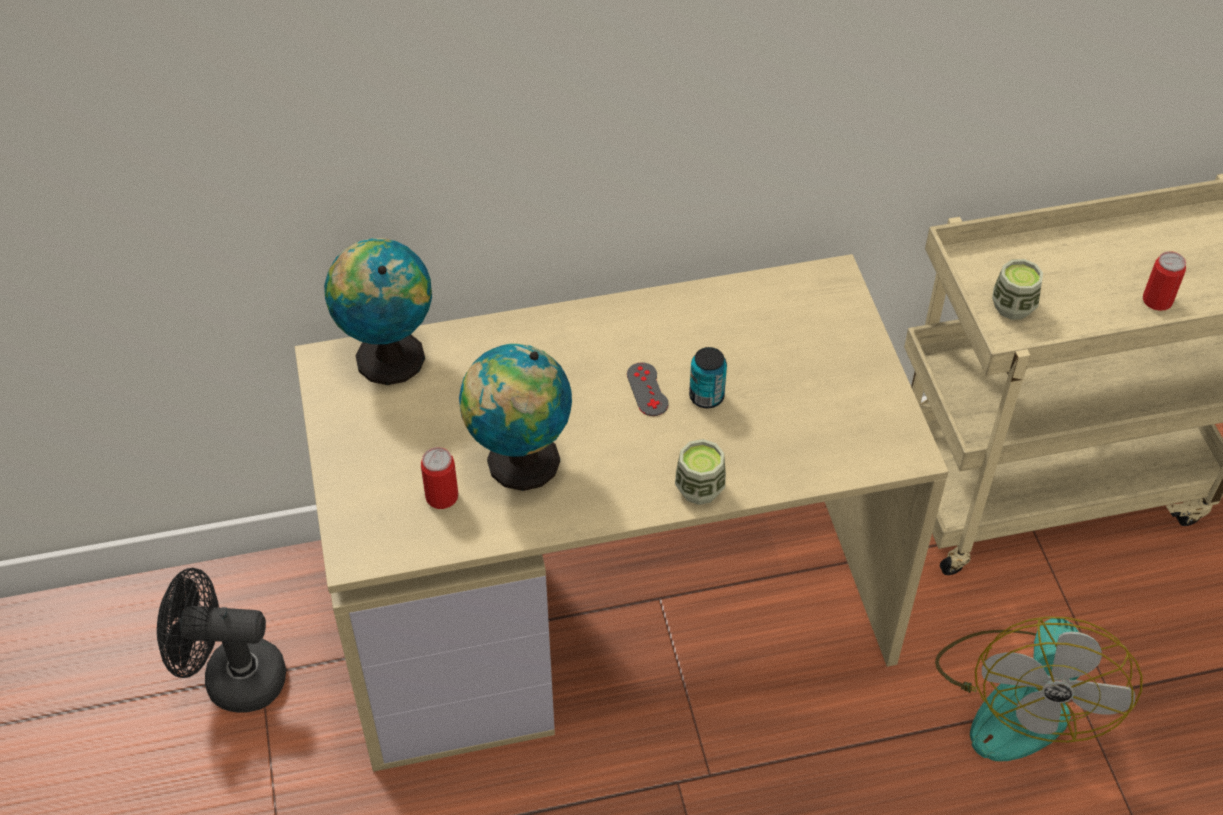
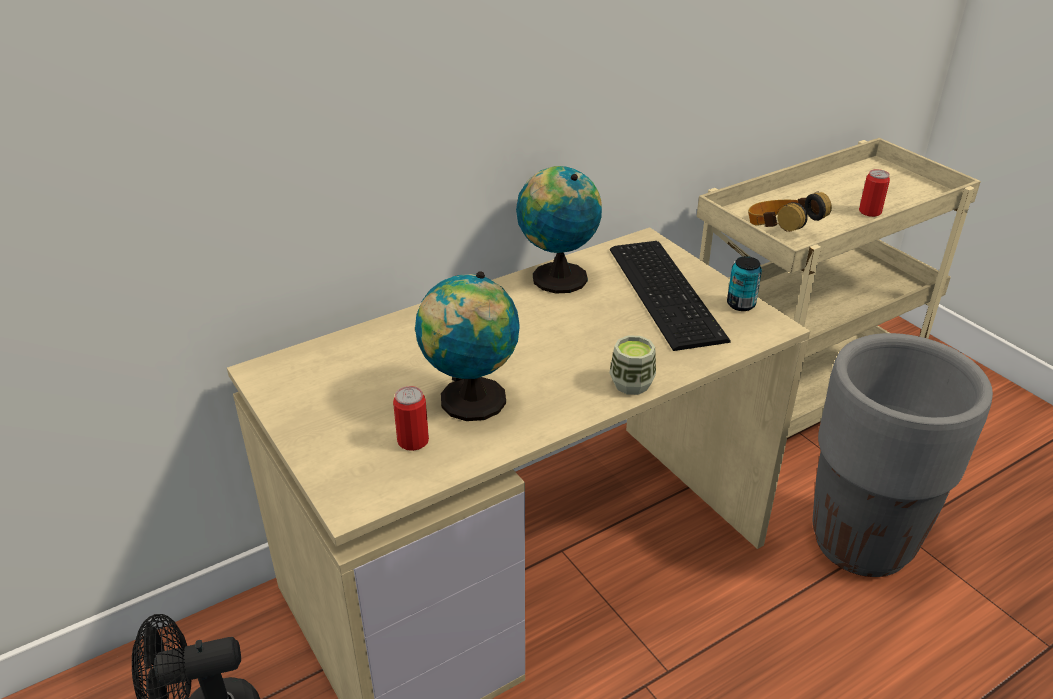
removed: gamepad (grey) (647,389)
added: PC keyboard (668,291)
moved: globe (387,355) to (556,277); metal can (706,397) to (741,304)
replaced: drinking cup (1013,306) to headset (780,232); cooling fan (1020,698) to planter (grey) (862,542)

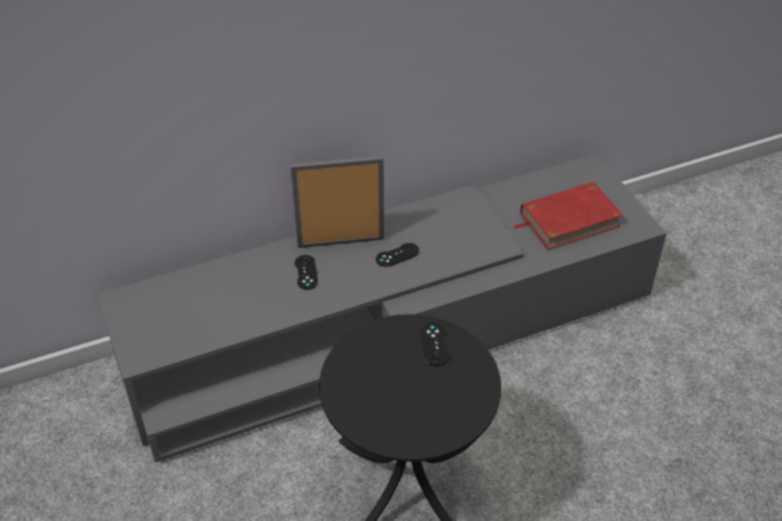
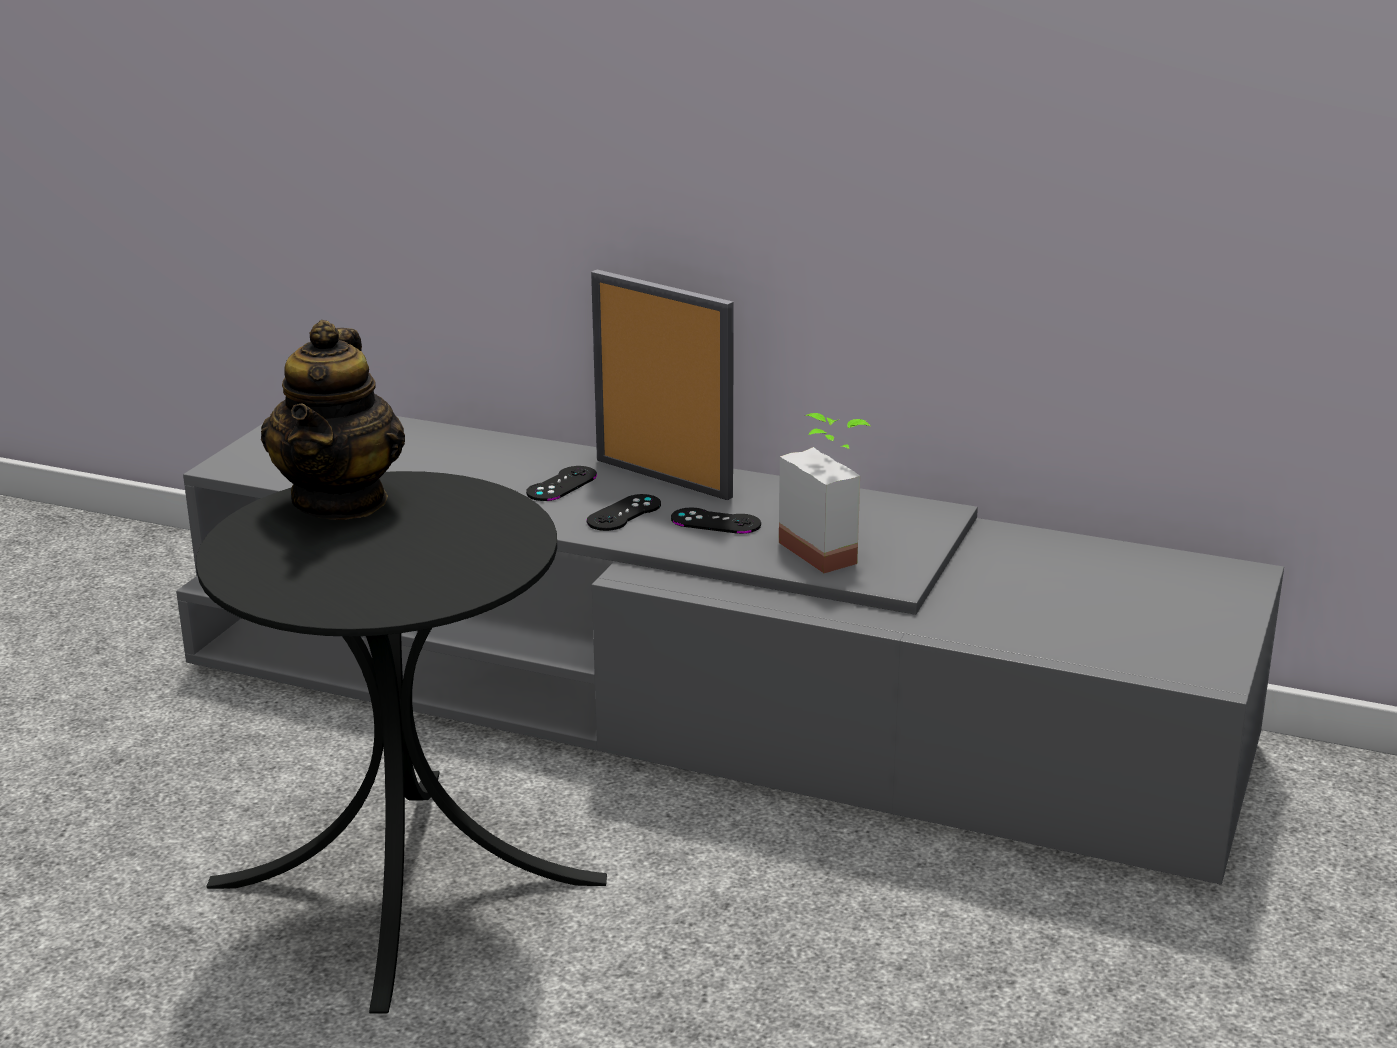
removed: bound book (red) (568,220)
added: teapot (341,500); houseplant (831,549)
moved: gamepad (black-coloured) (434,344) to (624,513)

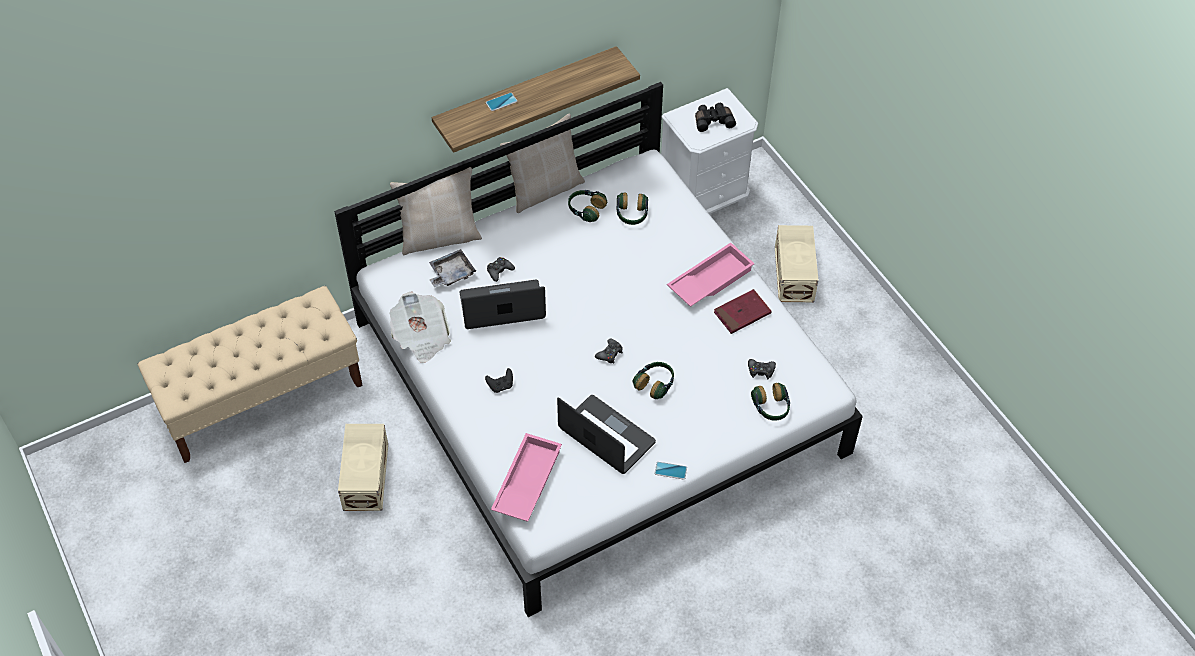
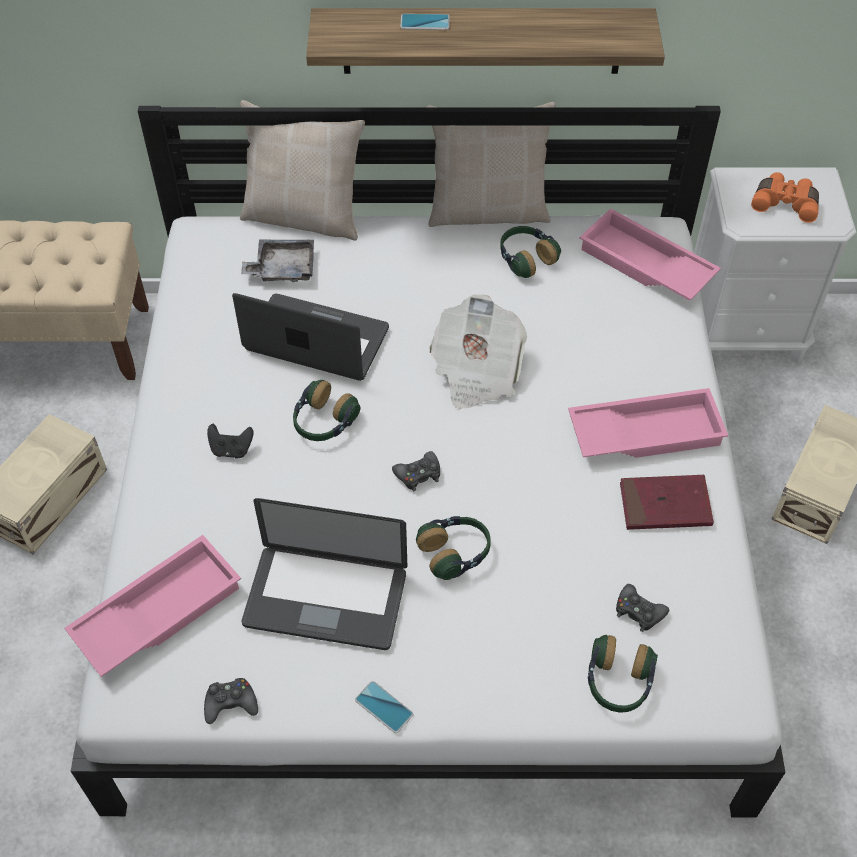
added: tray (pinkish) (644,265)
moved: gamepad (black-coloured) (499,271) to (231,703); headset (632,215) to (323,422); newspaper (421,337) to (476,371)
recoloured: field glasses (black-coloured) (713,121) to field glasses (orangey) (785,203)
turned: notebook computer (606,436) = (325,599) 120 degrees clockwise

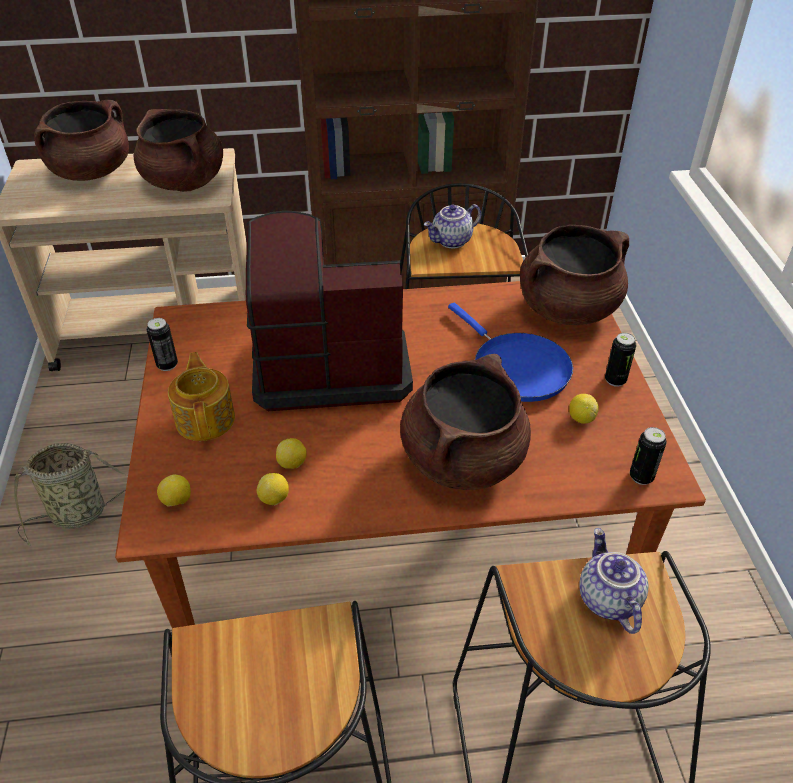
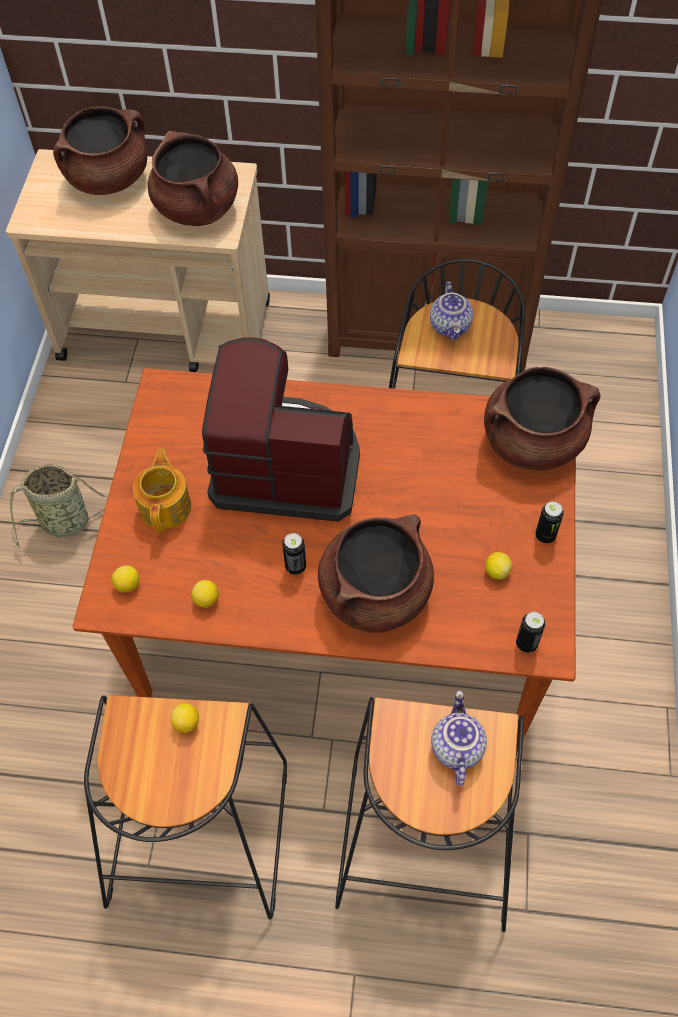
removed: pan (blue-coloured) (516,367)
moved: lemon (292,464) to (187,723); metal can (167,365) to (295,566)
turned: teapot (452,241) = (451,326) 75 degrees counterclockwise

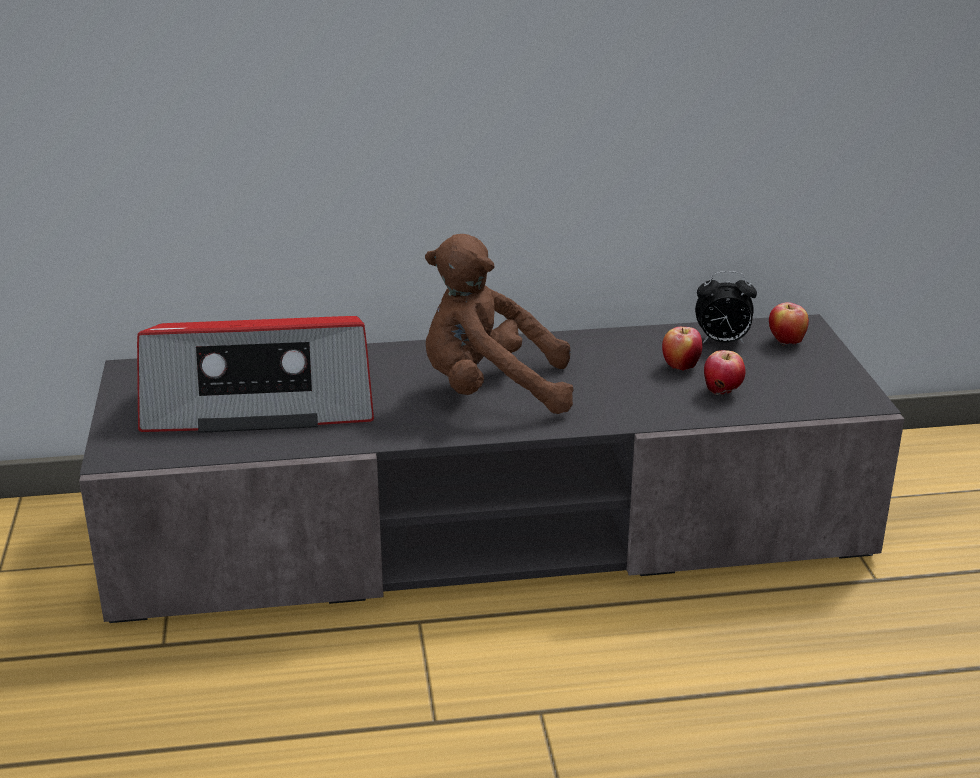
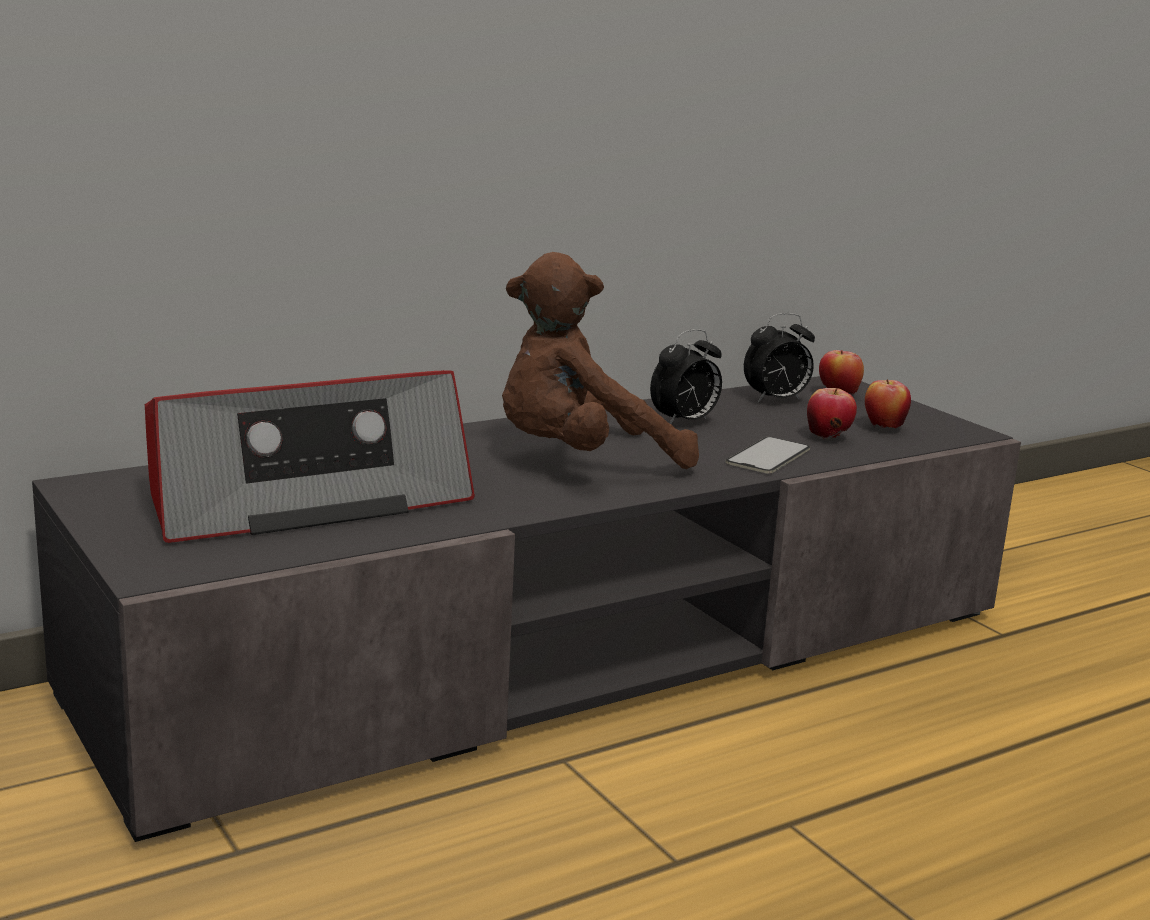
added: bedside clock (684,422); handset (768,456)
moved: whole apple (680,367) to (883,428)

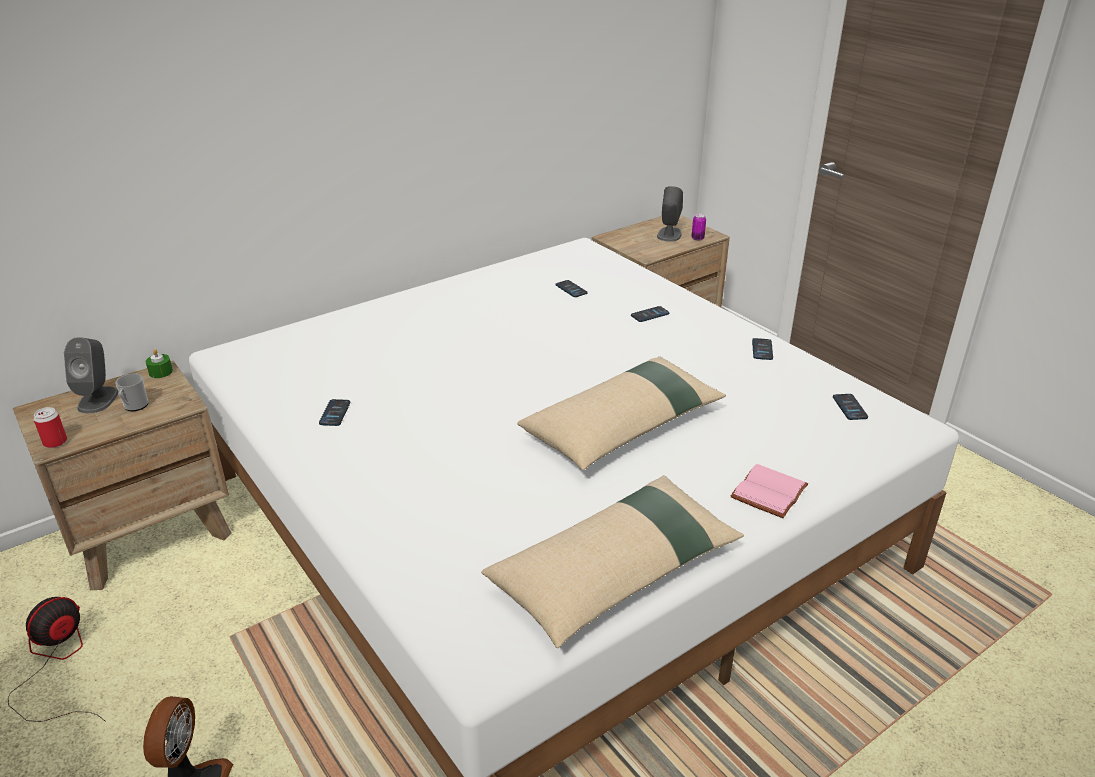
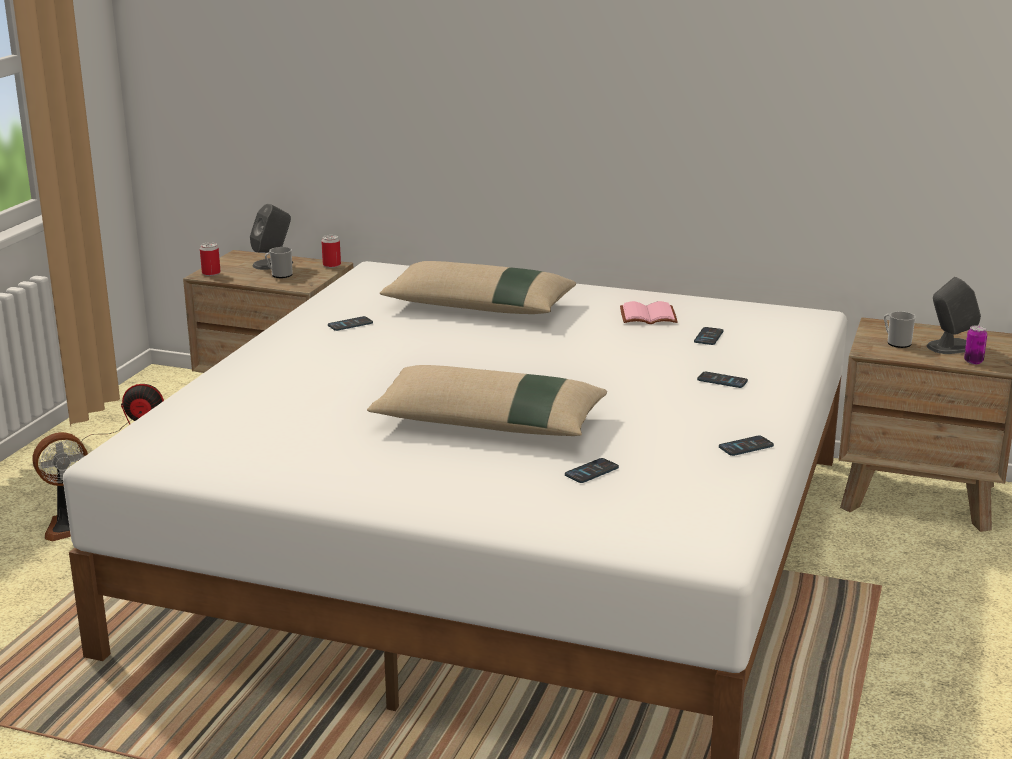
added: tea mug (896,343)
moved: pillow (beige-coloured) (615,572) to (478,307); handset (849,407) to (591,471); bound book (pinkish) (770,493) to (647,317)
replaced: wax candle (greenish) (160,372) to metal can (331,265)

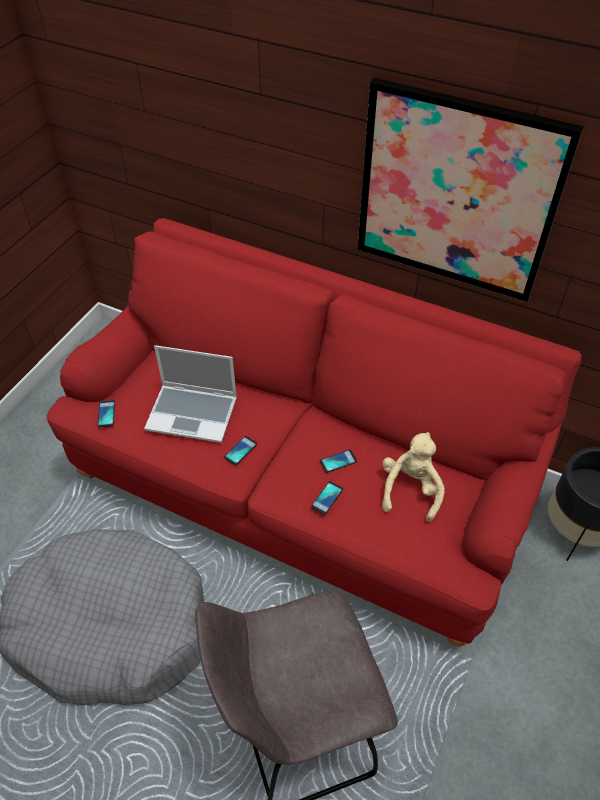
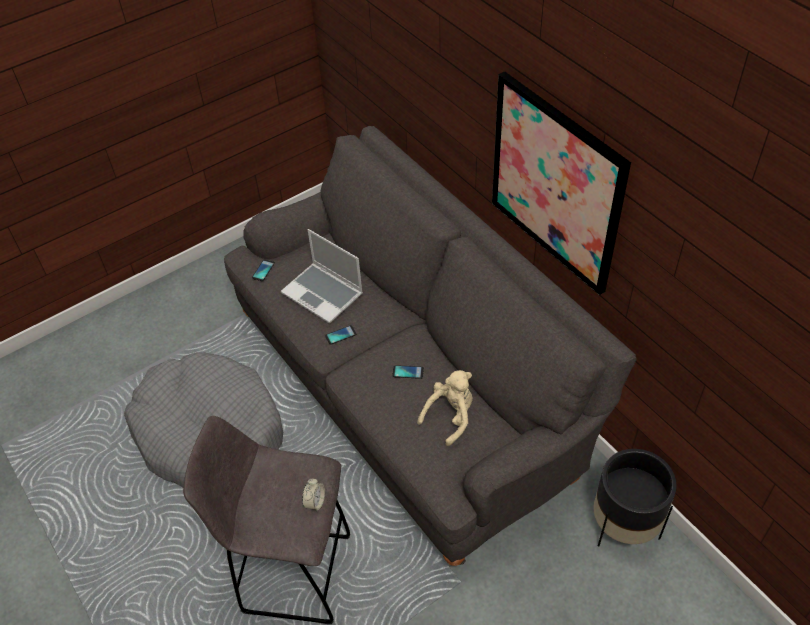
removed: handset (327,498)
added: bedside clock (315,502)
recoloured: settee (red) (300,485) to settee (grey) (410,390)

